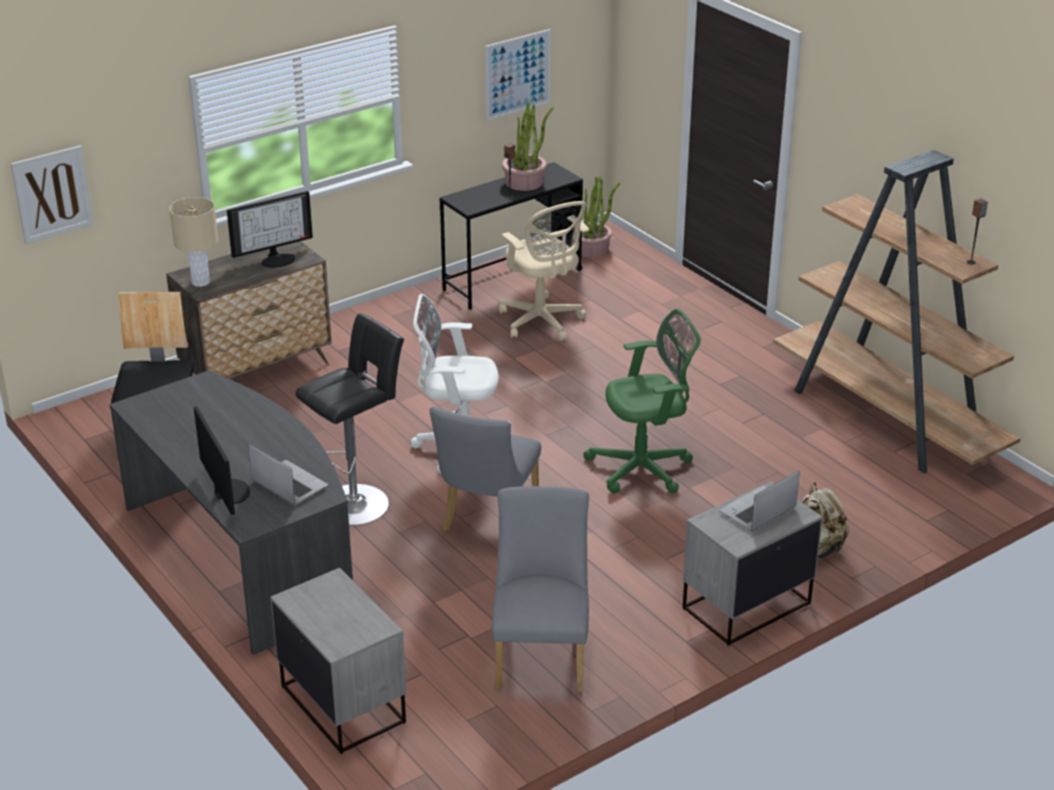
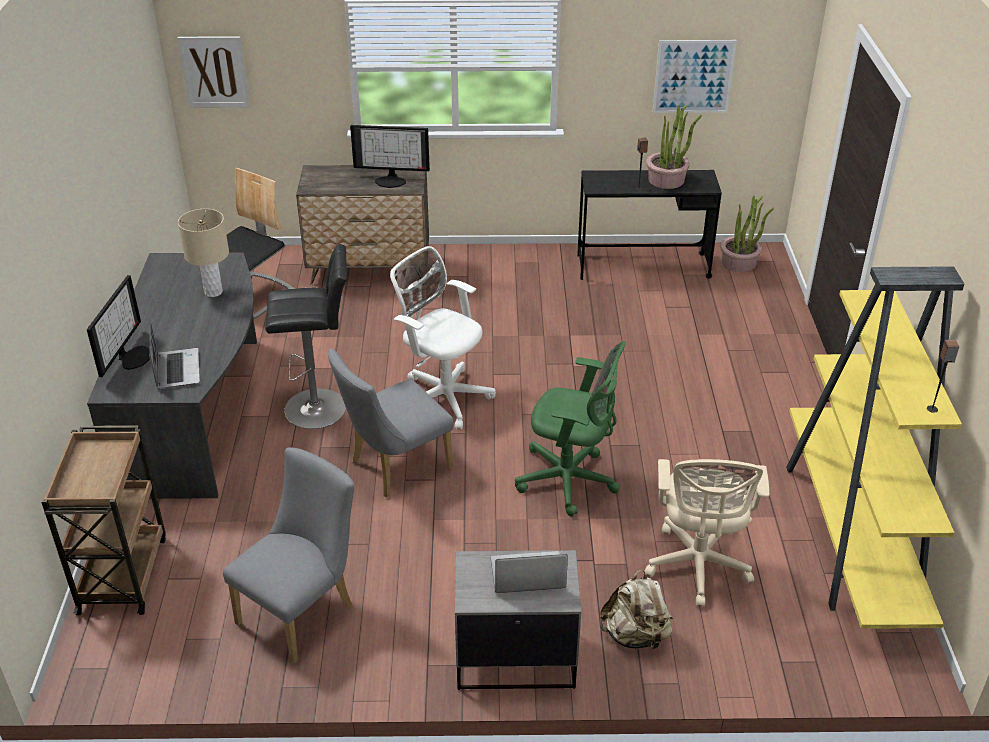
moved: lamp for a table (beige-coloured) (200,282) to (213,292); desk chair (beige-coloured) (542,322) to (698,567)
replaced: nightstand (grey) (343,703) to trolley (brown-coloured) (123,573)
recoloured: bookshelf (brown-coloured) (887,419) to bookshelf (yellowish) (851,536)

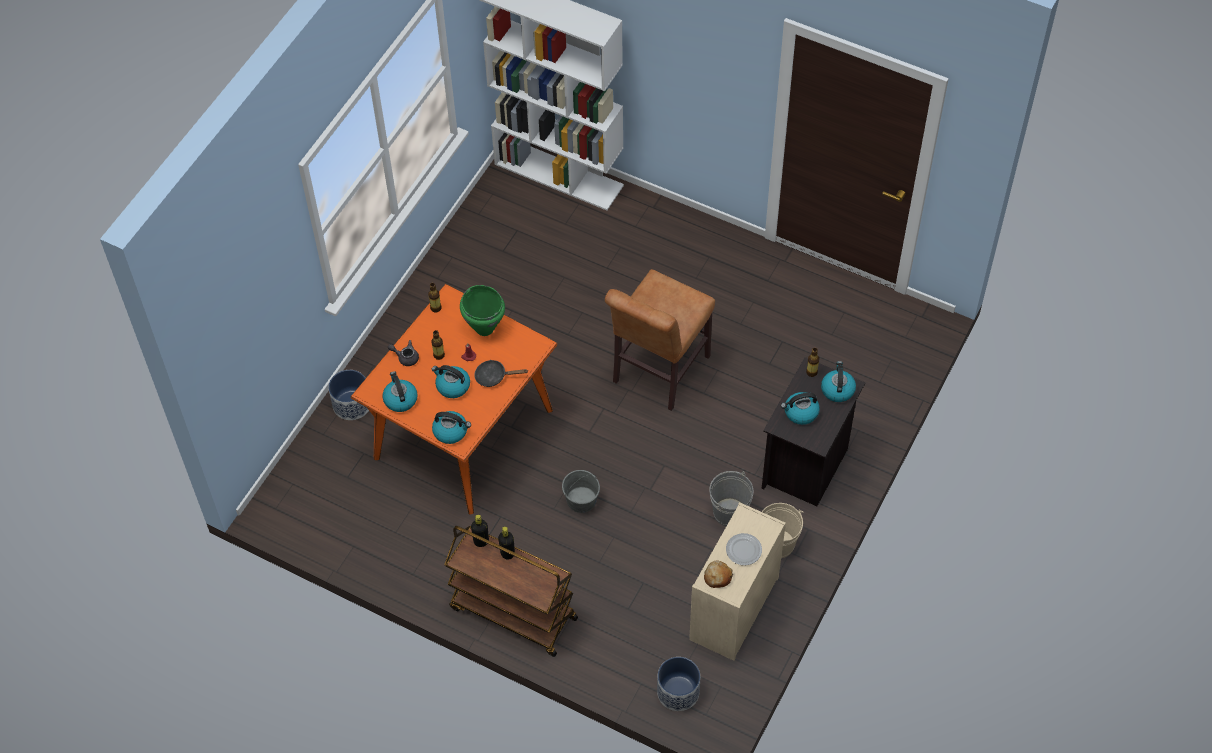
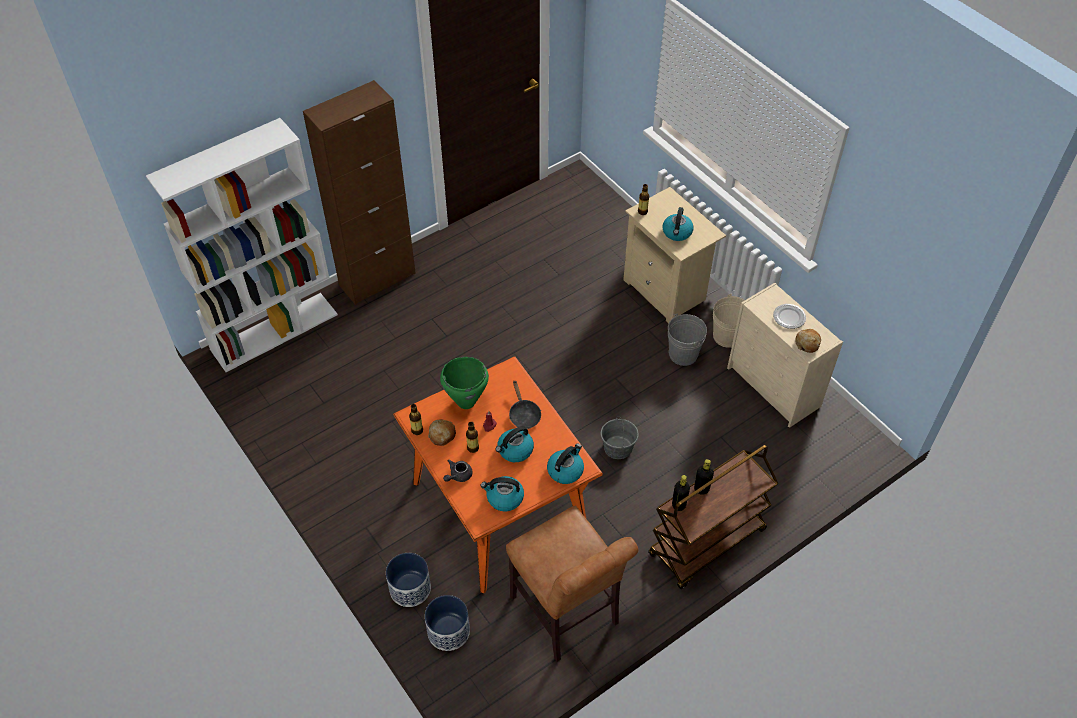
removed: water kettle (837,389)
added: cupboard (brown-coloured) (377,279); bakery bread (442,435)
moved: planter (678,691) to (448,631); plain chair (brown-coloured) (658,372) to (567,614)
recoloured: nightstand (black-coloured) (806,467) to nightstand (beige-coloured) (667,291)
turned: pan (black-coloured) (494,376) = (523,414) 45 degrees counterclockwise

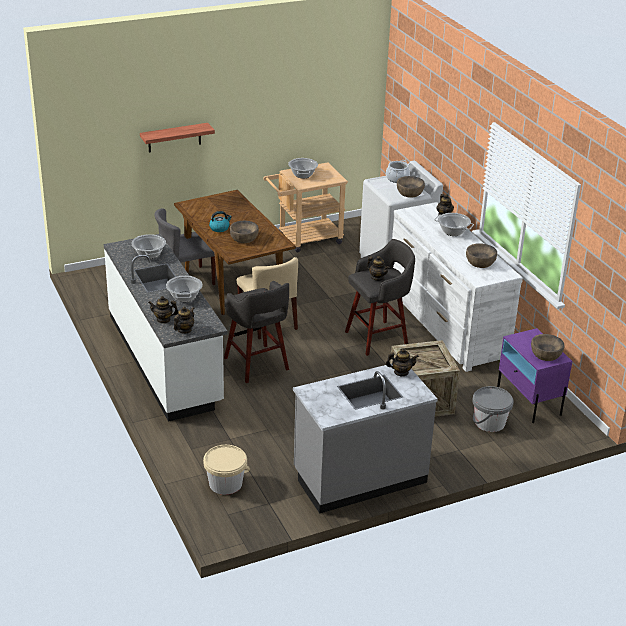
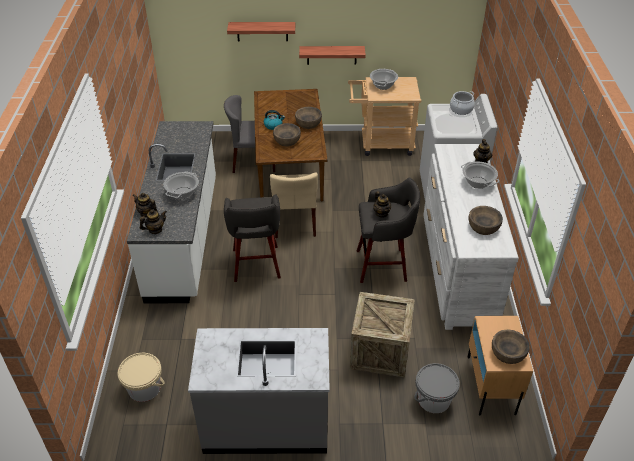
removed: saucepot (149,254); teapot (401,372)
added: bracket shelf (331,55)
moved: serving bowl (brown-coloured) (409,192) to (308,123)
recoloured: nightstand (purple) (529,400) to nightstand (beige-coloured) (491,385)

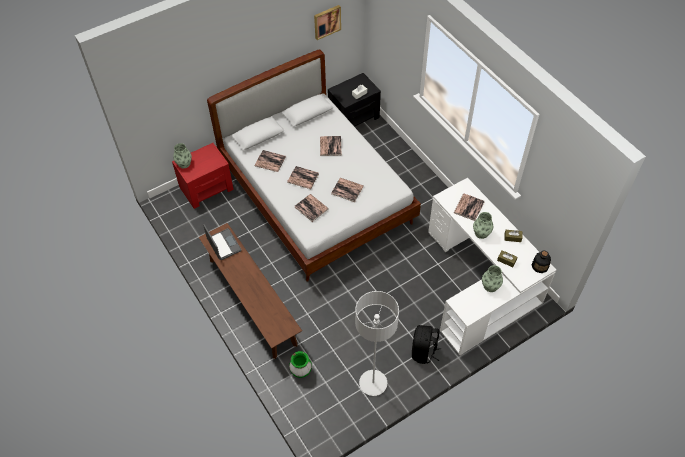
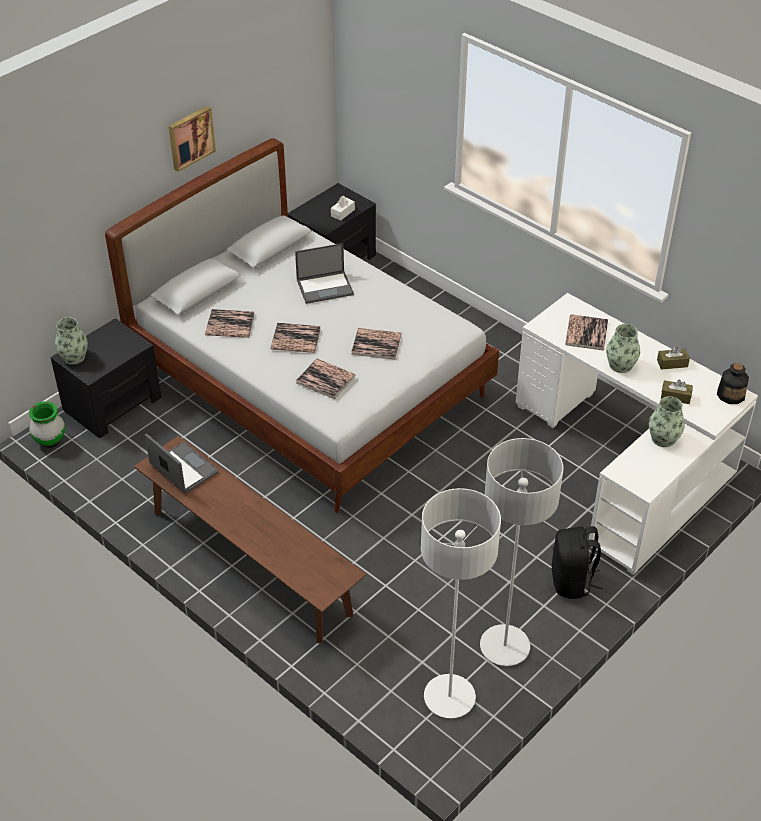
added: floor lamp (white) (449,697)
moved: vase (greenish) (301,371) to (50,441); picture (327,21) to (190,137)
replaced: bound book (330,146) to notebook computer (325,287)
recoloured: nightstand (red) (206,188) to nightstand (black-coloured) (113,403)

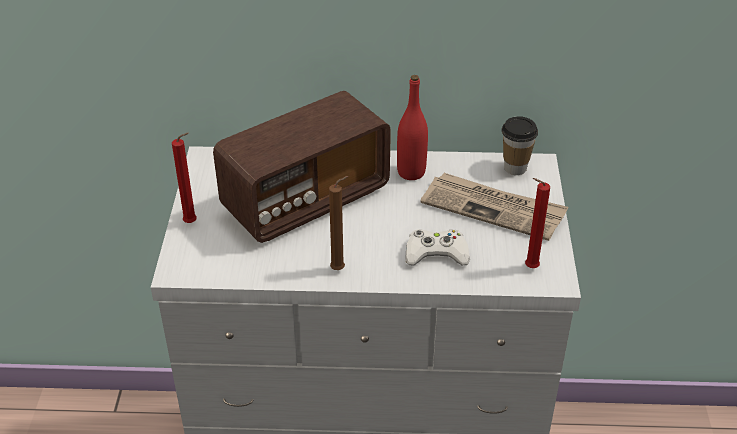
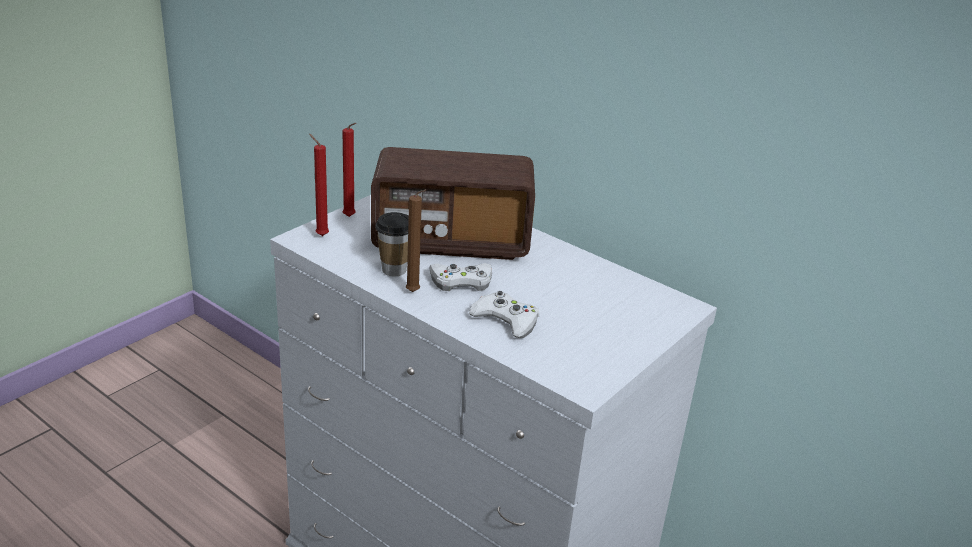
removed: bottle (red) (411,172); newspaper (494,209)
added: gamepad (white) (461,281)
moved: wax candle (red) (529,268) to (320,235); drinking cup (515,168) to (394,270)

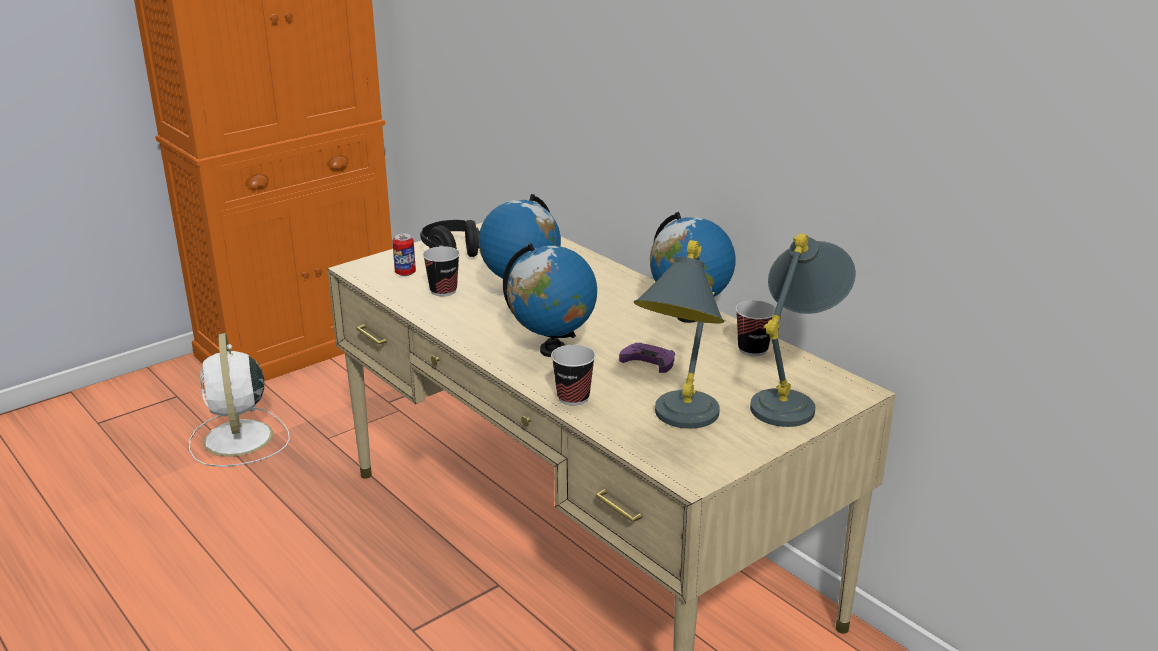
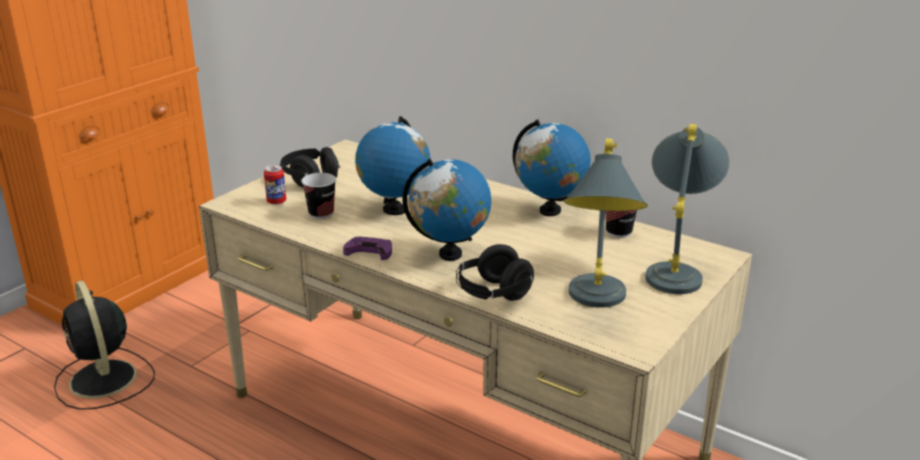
moved: gamepad (purple) (648,361) to (369,251)
replaced: drinking cup (573,397) to headset (black-coloured) (493,294)
recoloured: cooling fan (white) (238,440) to cooling fan (black-coloured) (104,380)

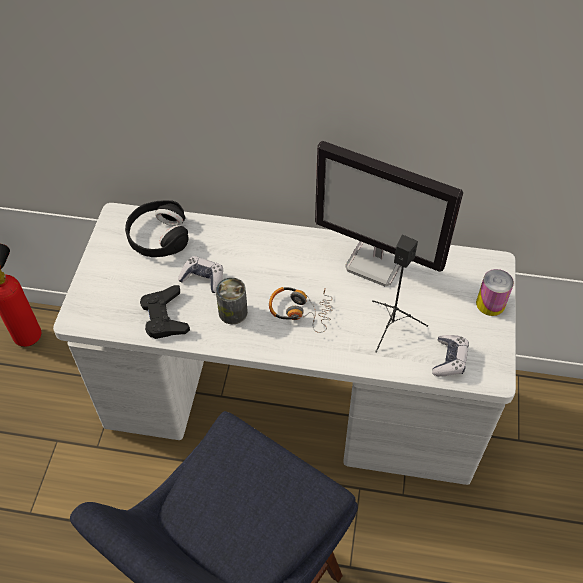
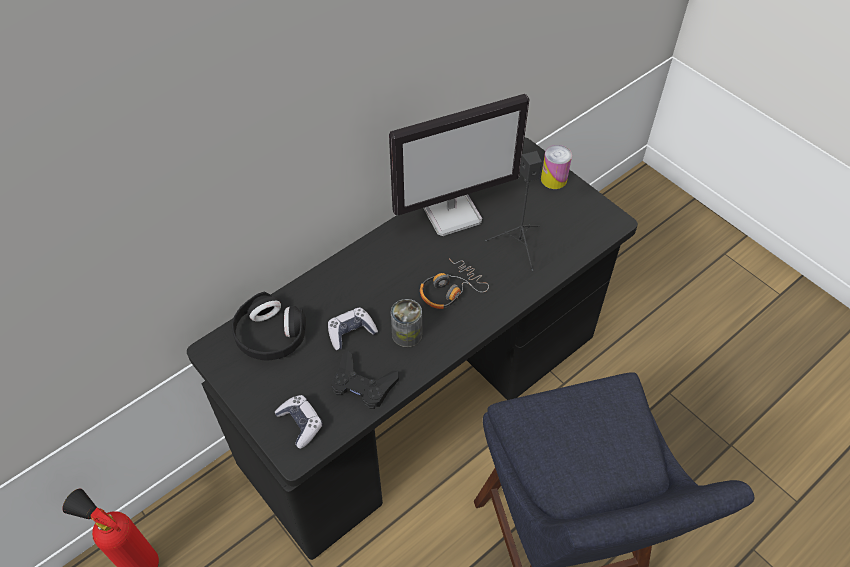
moved: gamepad (449,359) to (300,423)
recoloured: desk unit (white) (292,404) to desk unit (black-coloured) (424,399)

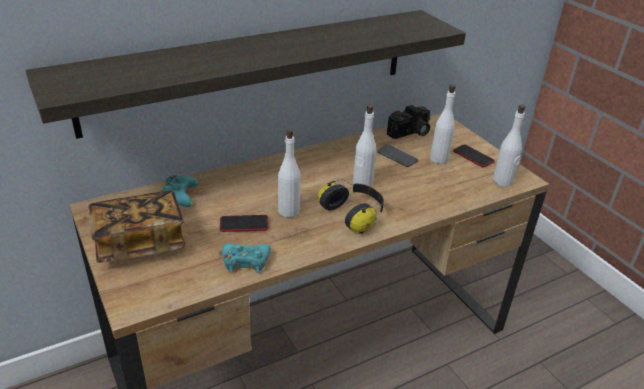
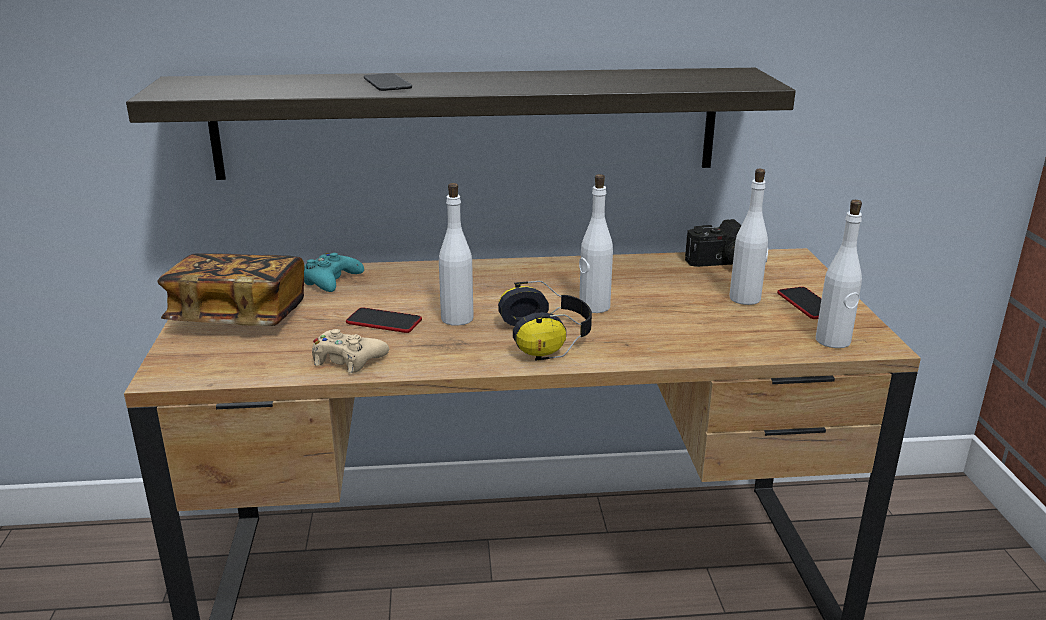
moved: handset (397,156) to (387,84)
recoloured: gamepad (blue-green) (245,261) to gamepad (beige-coloured) (347,359)

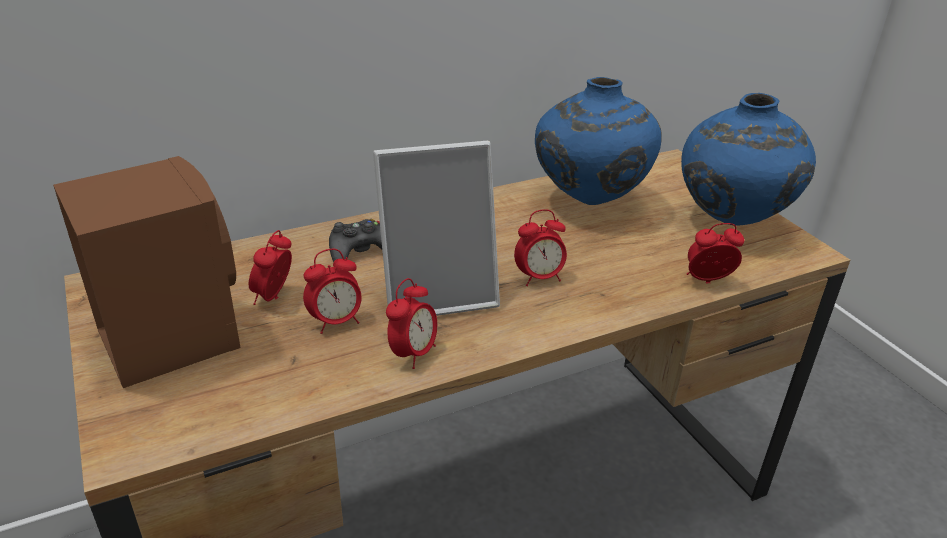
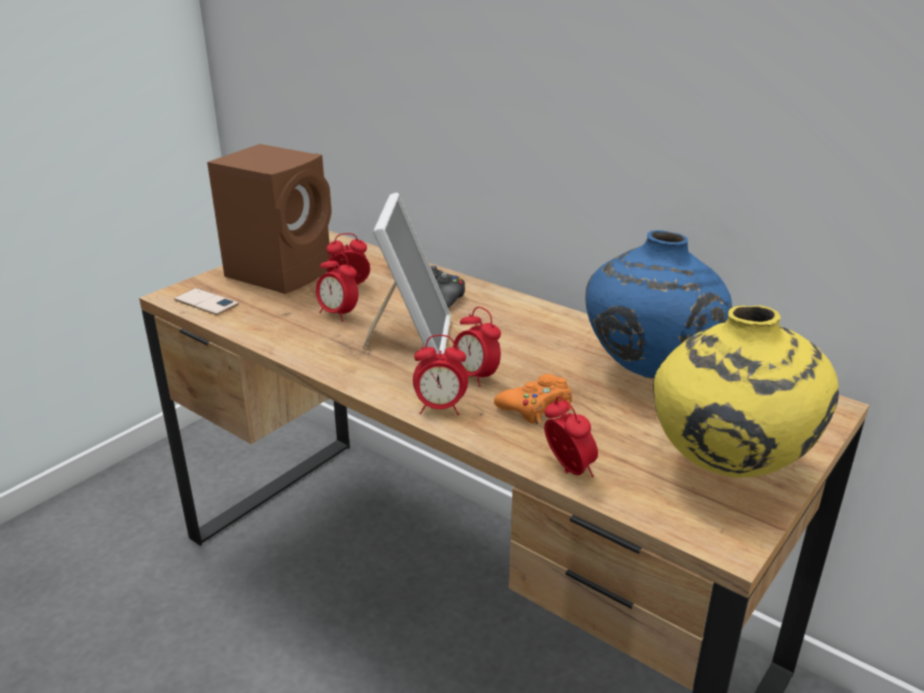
added: handset (206,302); gamepad (orangey) (536,407)
moved: bedside clock (413,354) to (440,408)
recoloured: vase (blue-coloured) (732,222) to vase (yellowish) (725,471)
turned: picture frame (438,292) = (410,339) 135 degrees counterclockwise

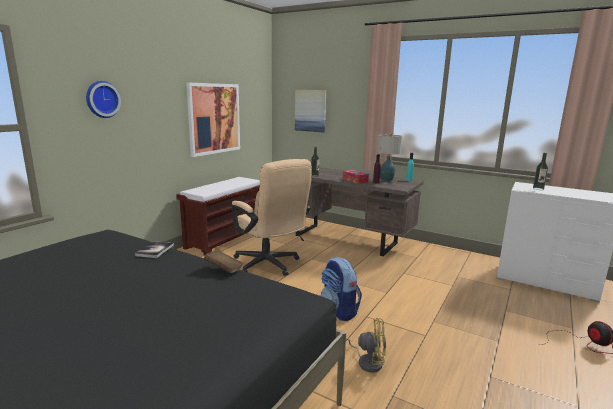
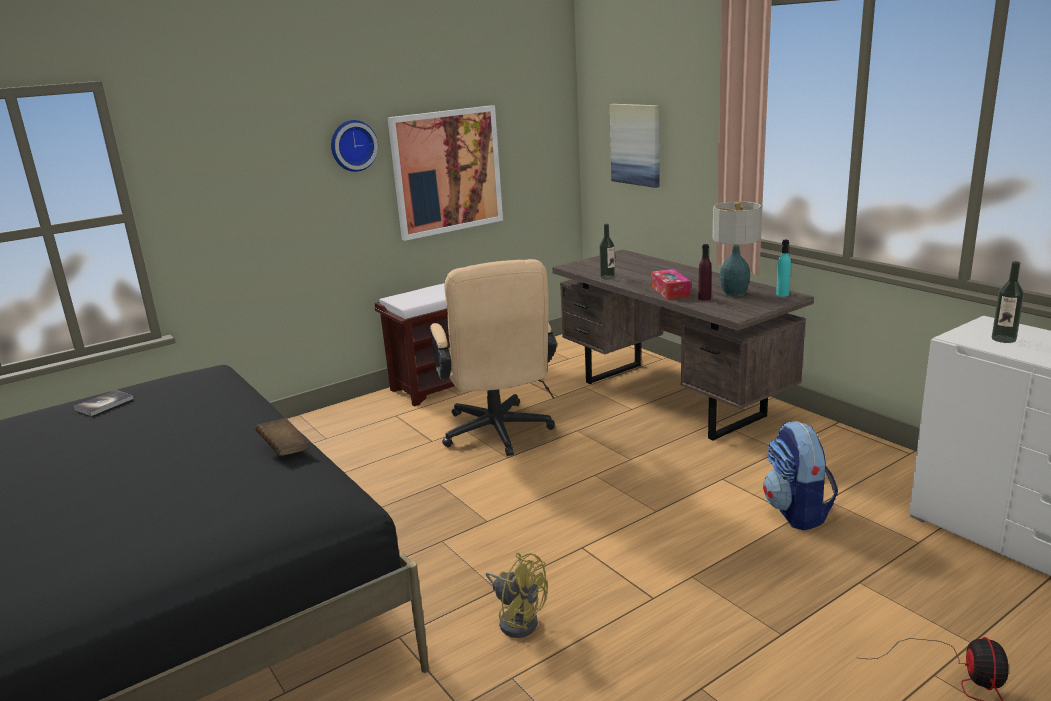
moved: bound book (154,250) to (104,404); clock on the wall (101,99) to (352,145); backpack (339,311) to (797,512)

